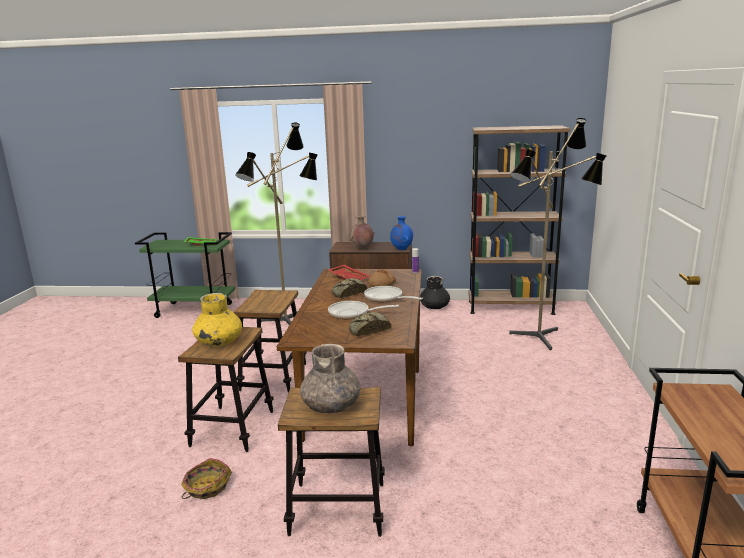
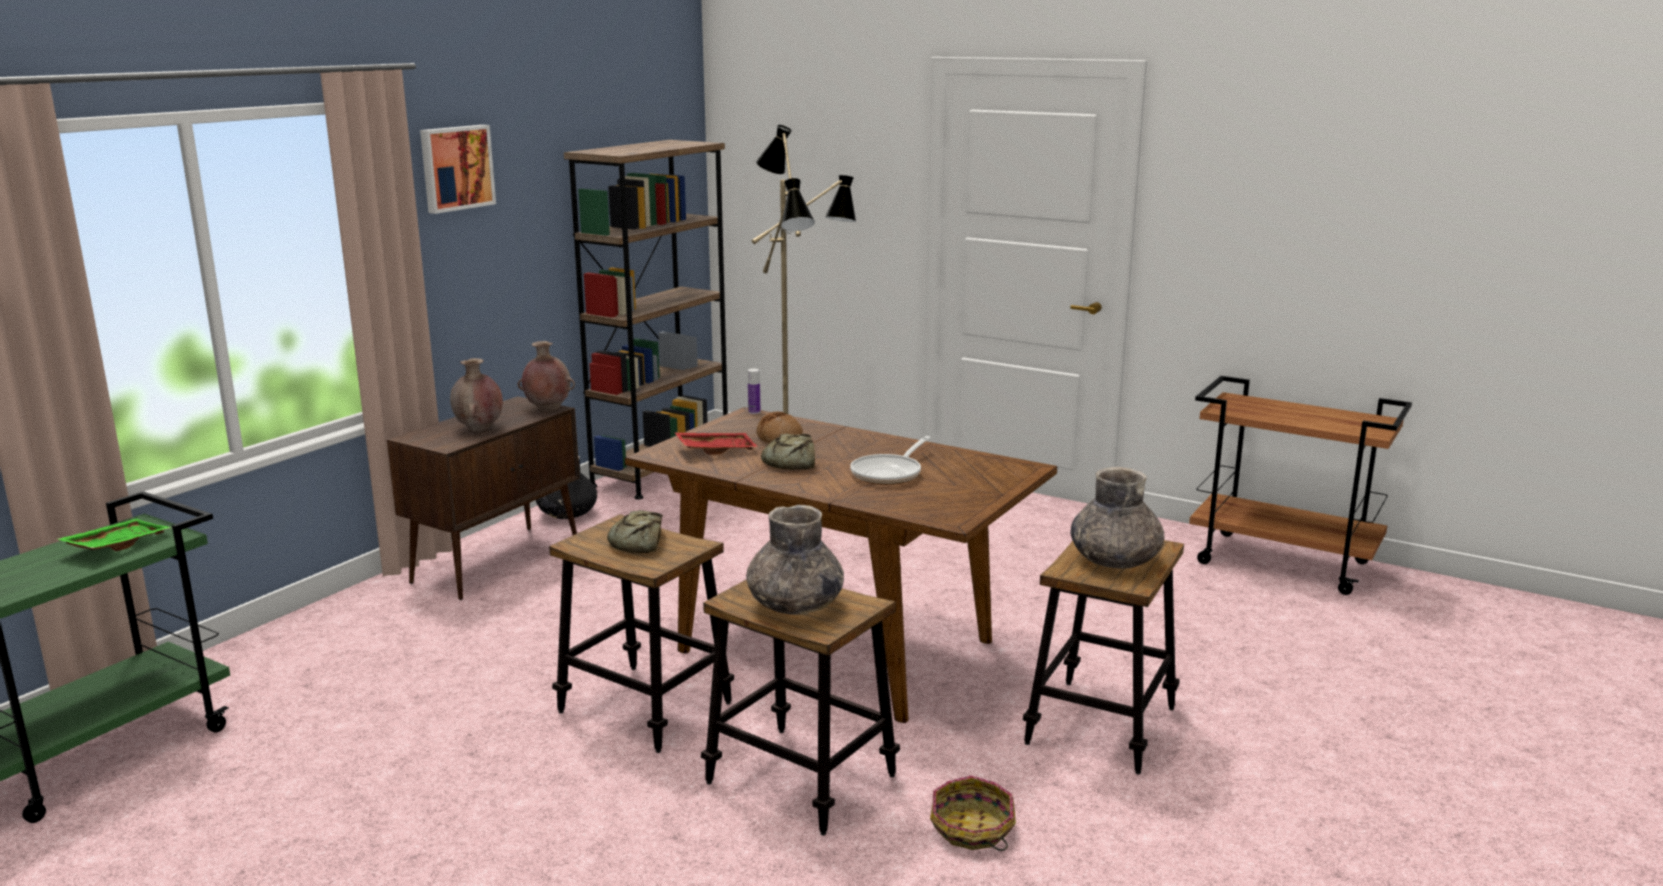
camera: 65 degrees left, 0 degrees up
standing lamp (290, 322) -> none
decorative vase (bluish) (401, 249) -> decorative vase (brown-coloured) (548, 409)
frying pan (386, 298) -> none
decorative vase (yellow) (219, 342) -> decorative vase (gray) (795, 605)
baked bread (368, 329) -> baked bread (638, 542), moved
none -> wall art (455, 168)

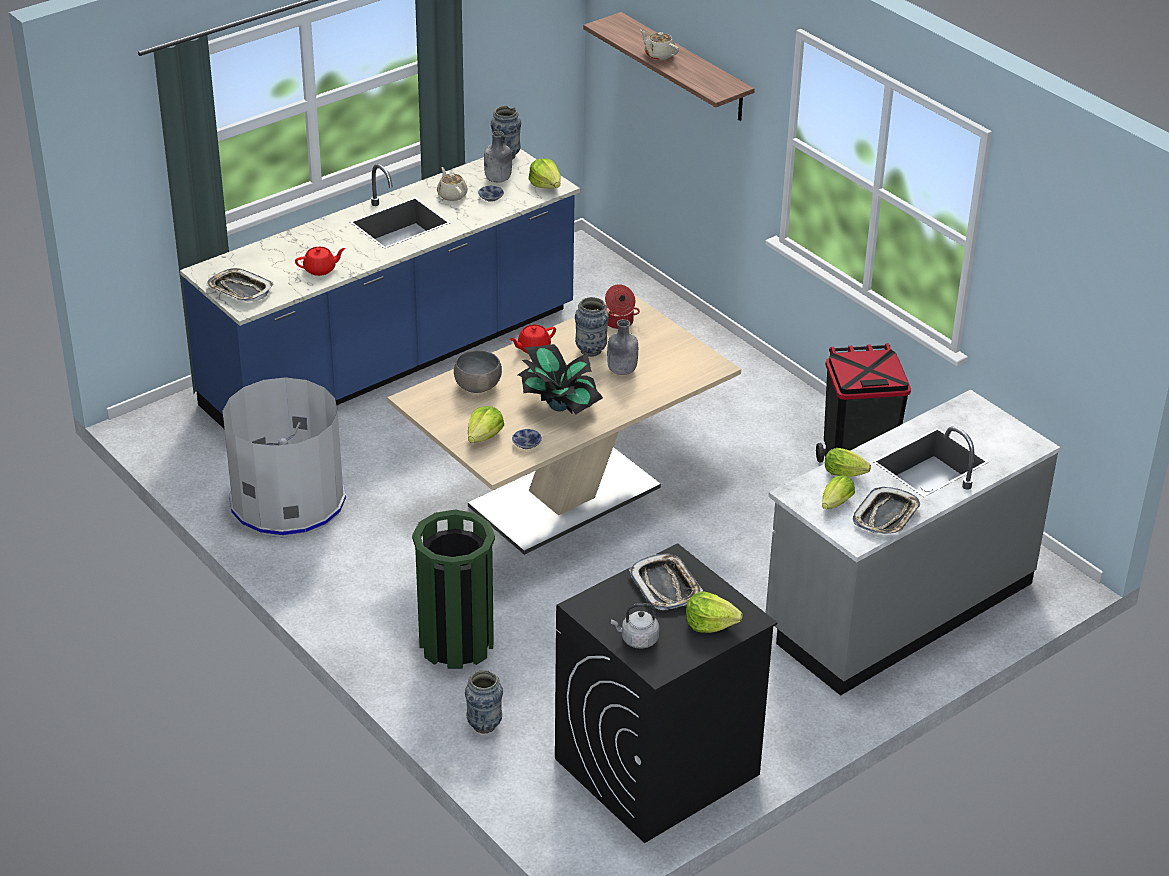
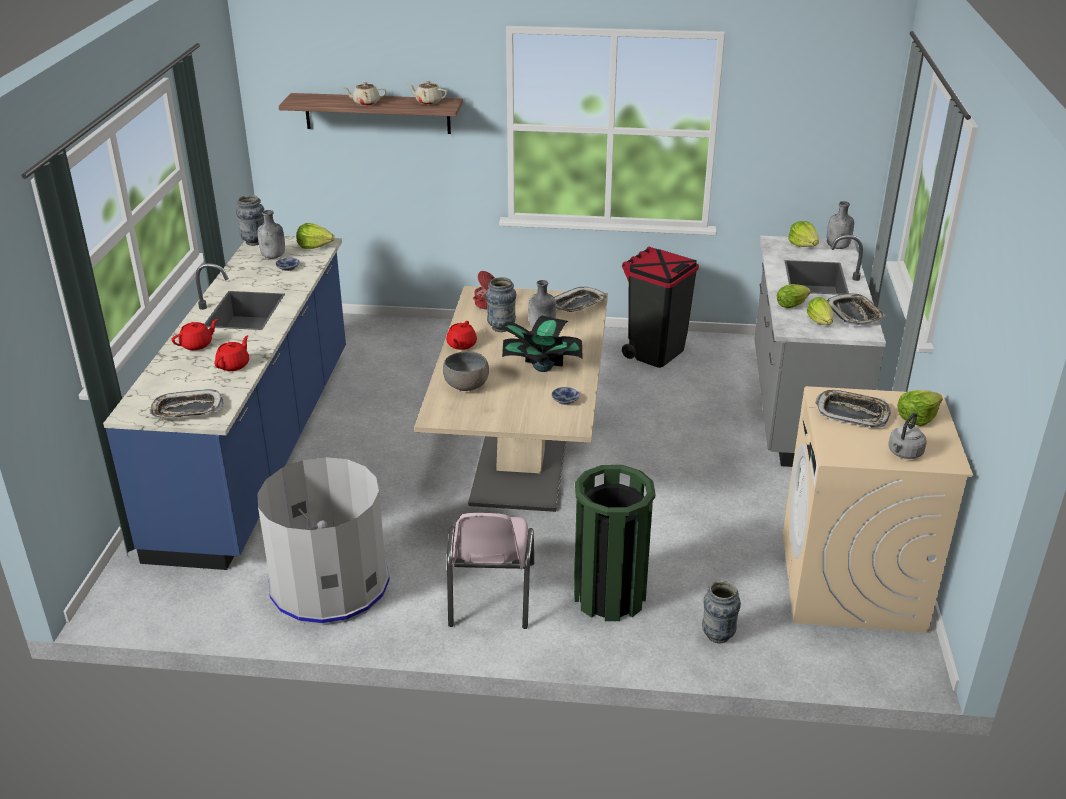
camera: 45 degrees left, 5 degrees down
teapot (sand-coloured) (452, 195) -> teapot (sand-coloured) (428, 102), moved
lettuce head (484, 436) -> lettuce head (803, 245), moved
laundry appliance (blackish) (656, 767) -> laundry appliance (sand-coloured) (851, 582)
none -> beverage bottle (gray) (838, 247)
none -> carrying tray (578, 304)
none -> teapot (reddish) (197, 344)
none -> chair (pink-coloured) (490, 594)

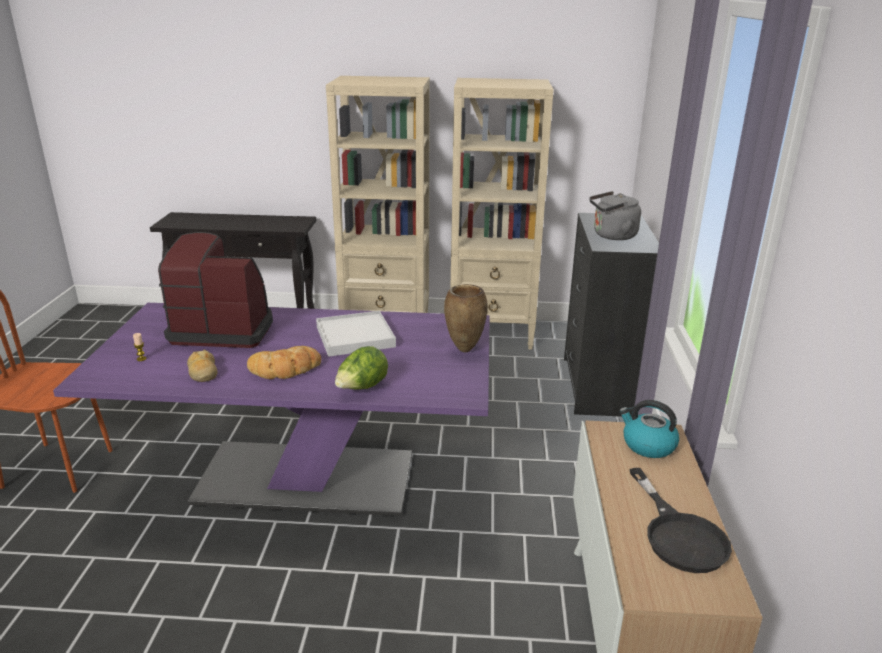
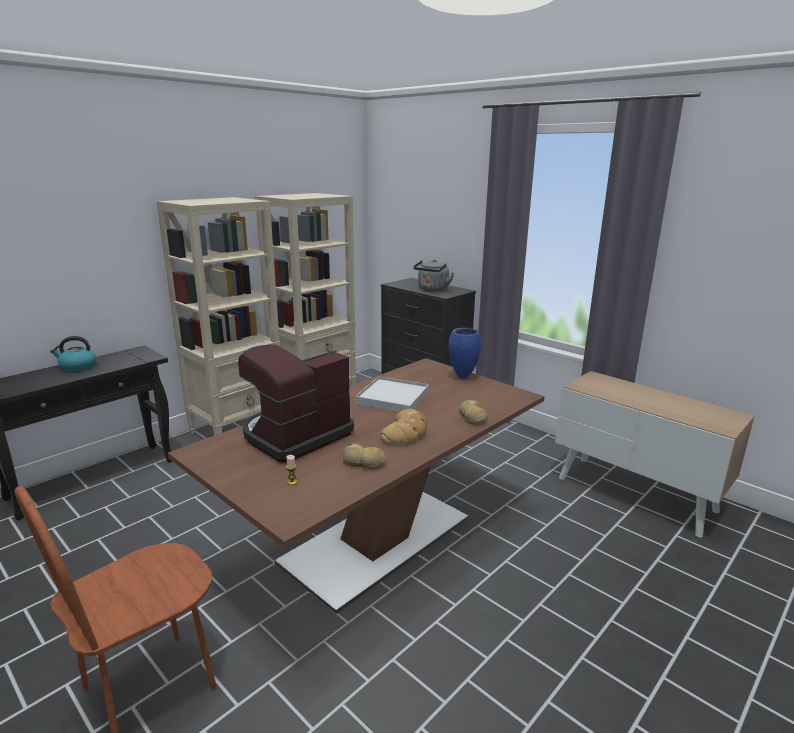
camera: 50 degrees left, 5 degrees down
decorative vase (brown-coloured) (463, 350) -> decorative vase (bluish) (462, 377)
dinner table (purplish) (306, 479) -> dinner table (brown-coloured) (377, 541)
lettuce head (362, 388) -> baked bread (472, 418)
water kettle (647, 445) -> water kettle (77, 367), moved
frying pan (blackish) (679, 534) -> none

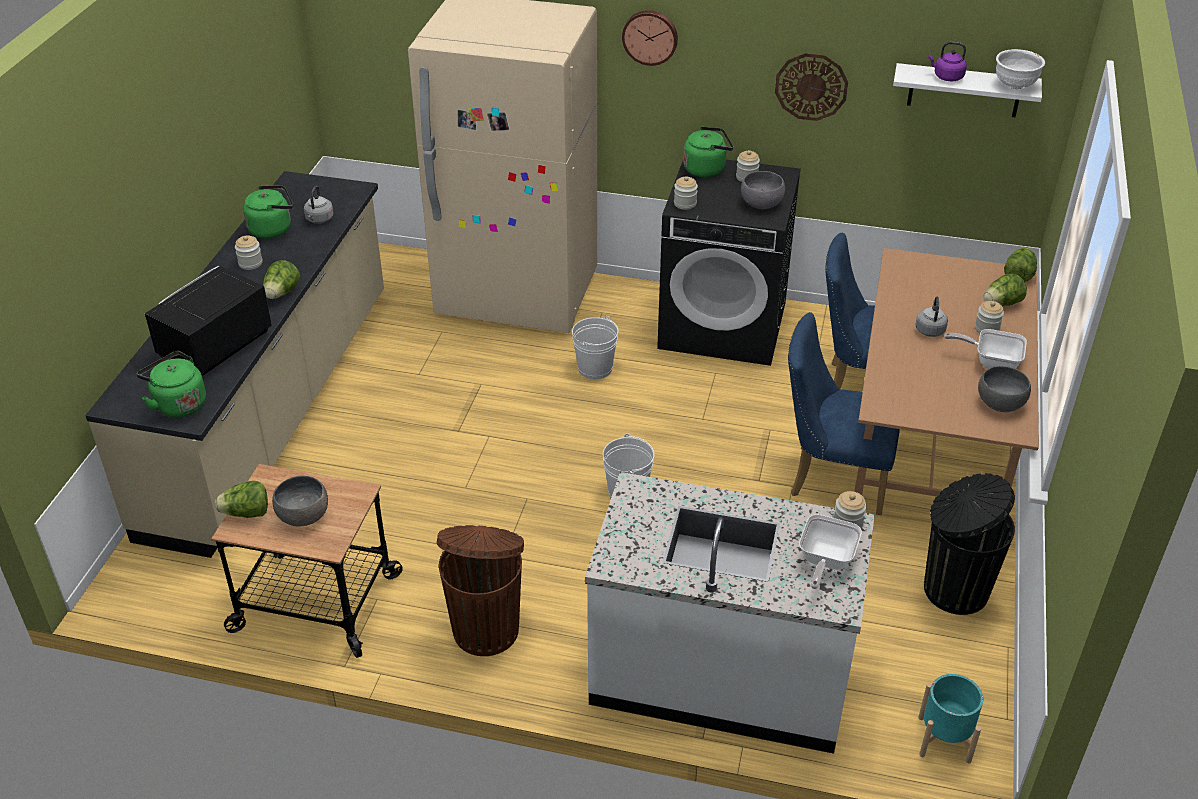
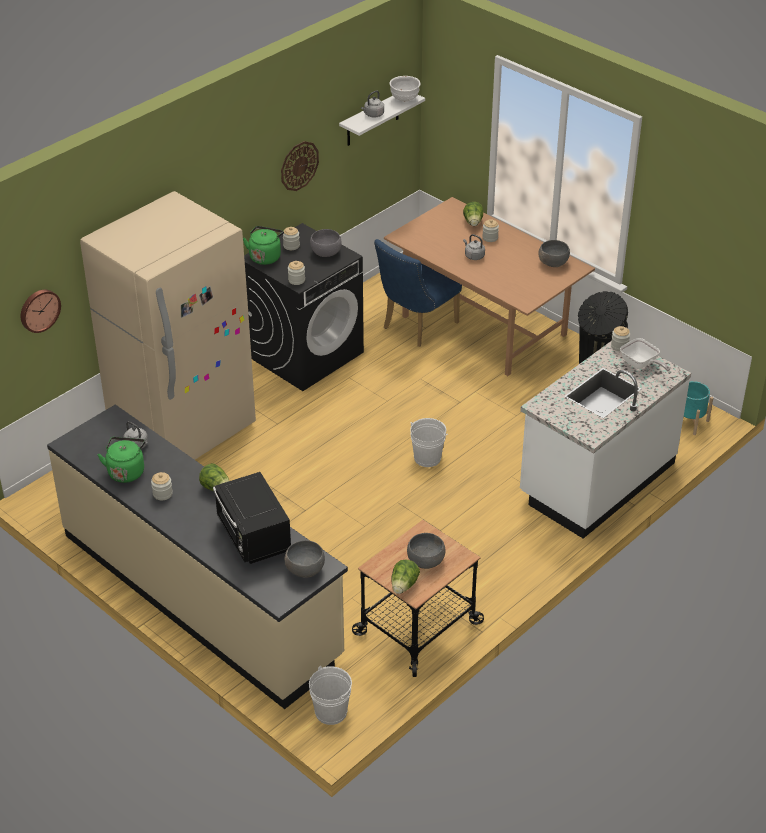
camera: 60 degrees left, 0 degrees up
hanging clock (650, 36) -> hanging clock (39, 310), moved
water kettle (purplish) (946, 77) -> water kettle (gray) (373, 115)
lettuce head (1018, 275) -> none
chair (bluish) (831, 477) -> none
bucket (whitish) (595, 368) -> bucket (whitish) (331, 712), moved
frying pan (991, 361) -> none
water kettle (greenish) (178, 404) -> serving bowl (gray) (305, 569)
rubbish bin (brown-coloured) (486, 628) -> none

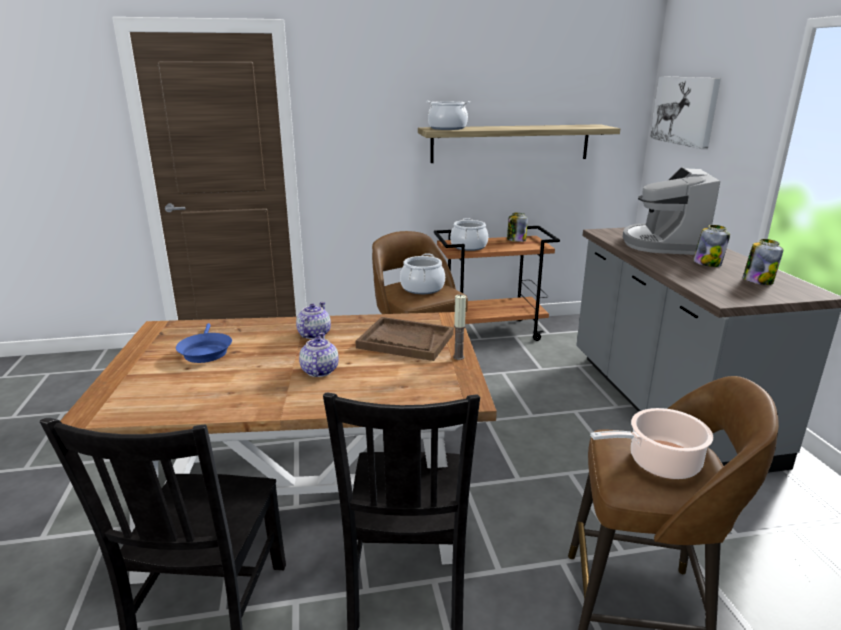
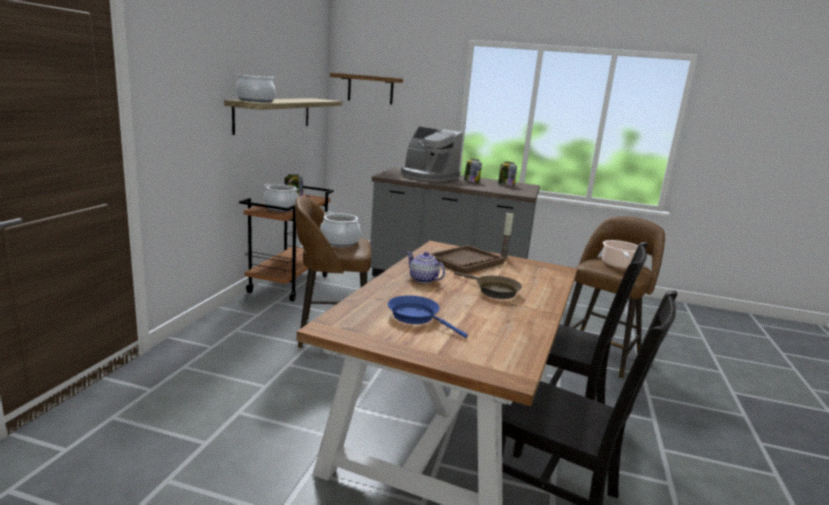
camera: 65 degrees left, 5 degrees down
wall art (685, 111) -> bracket shelf (370, 89)
frying pan (bluish) (205, 351) -> frying pan (bluish) (417, 317), 150 degrees counterclockwise
teapot (319, 371) -> frying pan (brown-coloured) (493, 291)

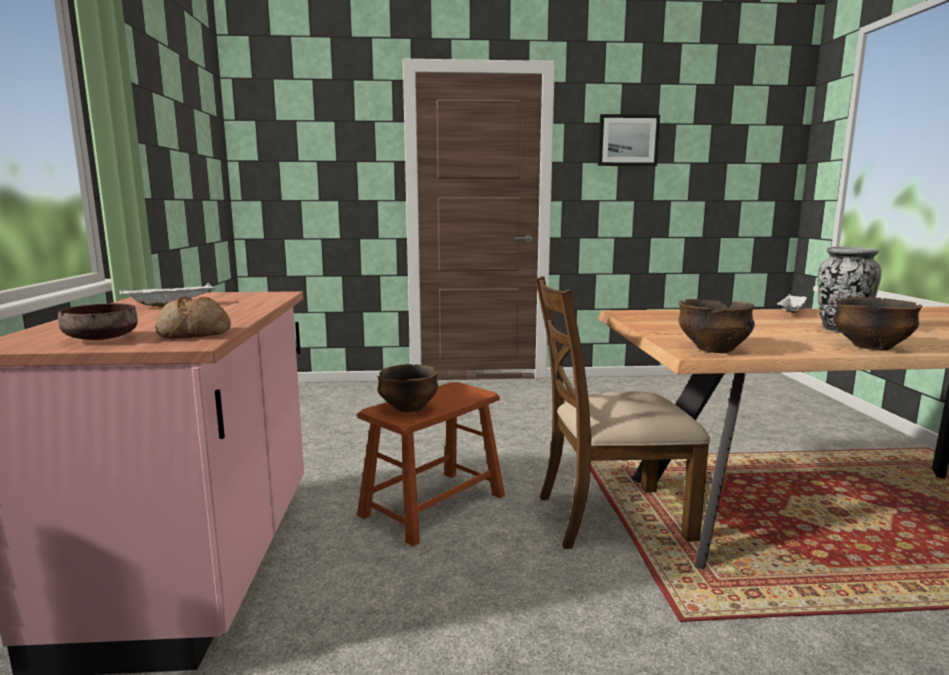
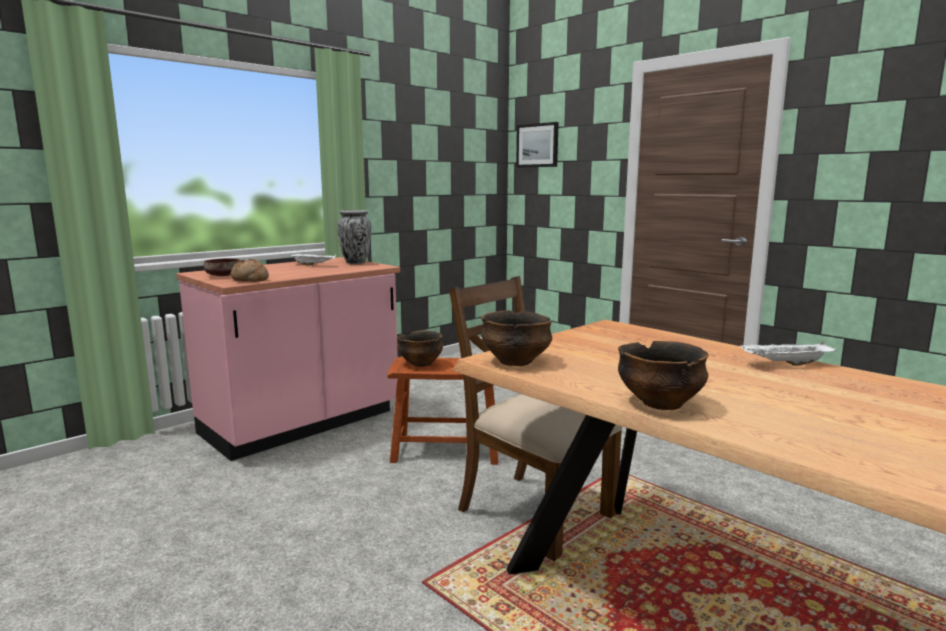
camera: 50 degrees right, 0 degrees up
wall art (628, 140) -> wall art (537, 145), moved
decorative vase (841, 330) -> decorative vase (355, 262), moved

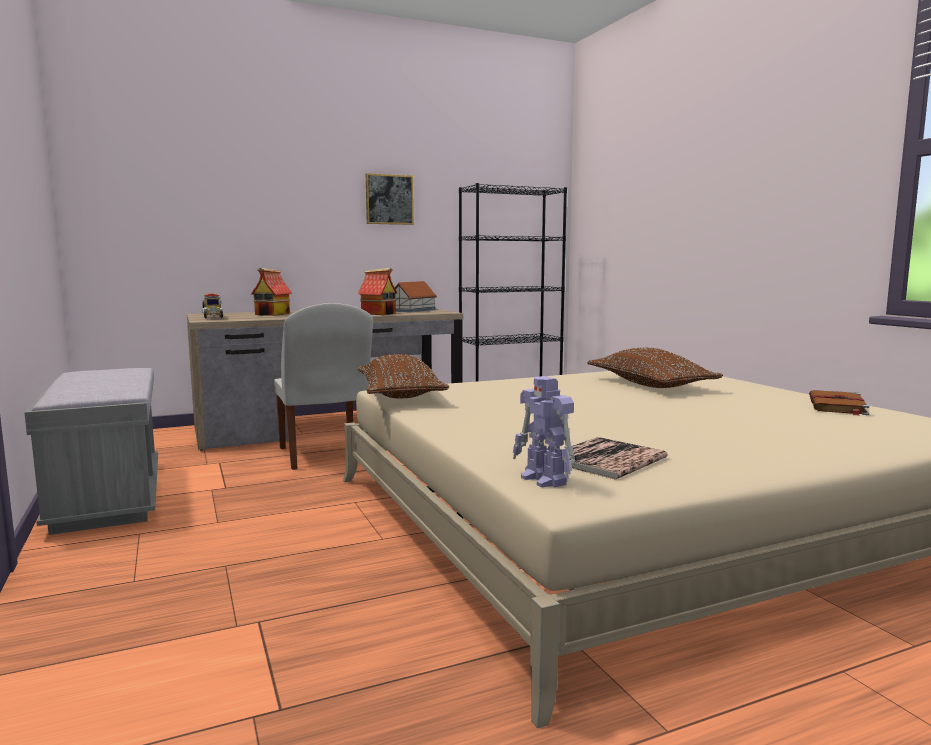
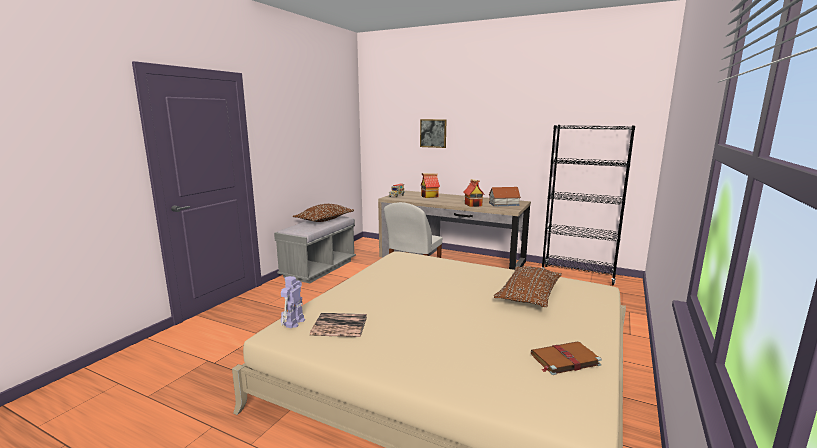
camera: 50 degrees right, 5 degrees up
wall art (389, 199) -> wall art (433, 133), moved
cushion (brown-coloured) (399, 395) -> cushion (brown-coloured) (324, 220), moved

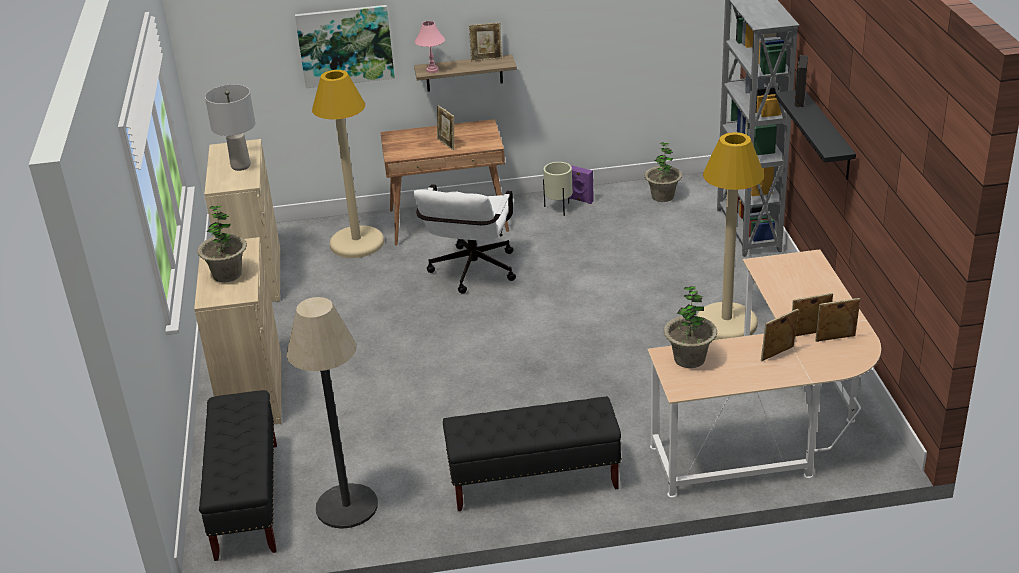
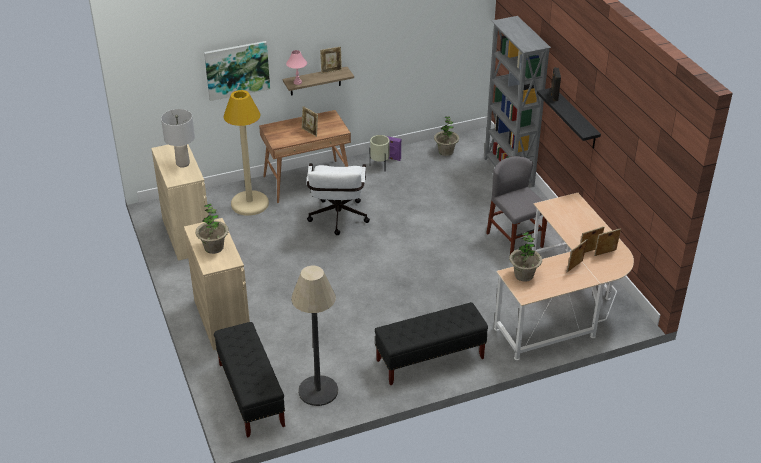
camera: 15 degrees left, 5 degrees up
standing lamp (sand-coloured) (726, 323) -> chair (gray) (514, 240)

